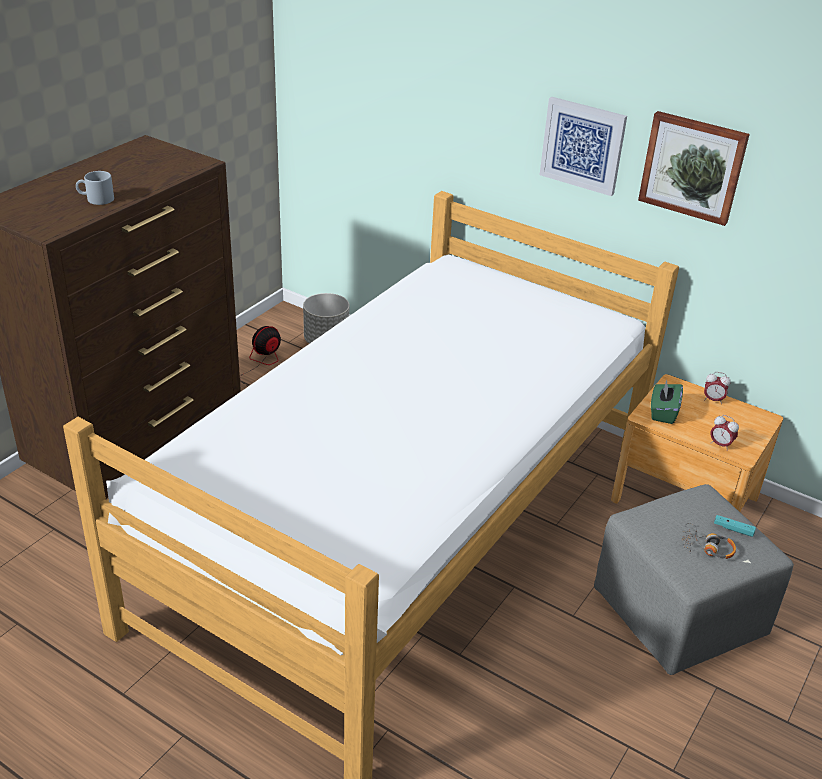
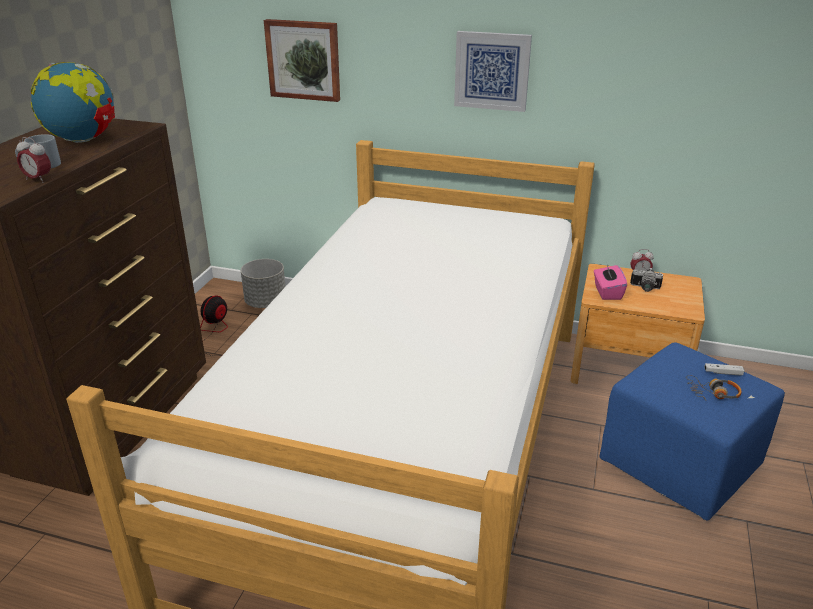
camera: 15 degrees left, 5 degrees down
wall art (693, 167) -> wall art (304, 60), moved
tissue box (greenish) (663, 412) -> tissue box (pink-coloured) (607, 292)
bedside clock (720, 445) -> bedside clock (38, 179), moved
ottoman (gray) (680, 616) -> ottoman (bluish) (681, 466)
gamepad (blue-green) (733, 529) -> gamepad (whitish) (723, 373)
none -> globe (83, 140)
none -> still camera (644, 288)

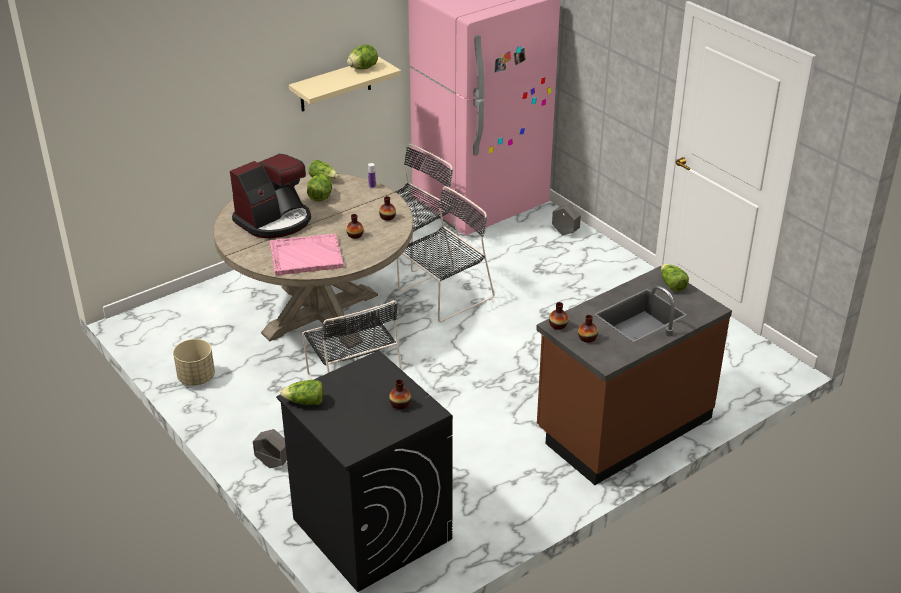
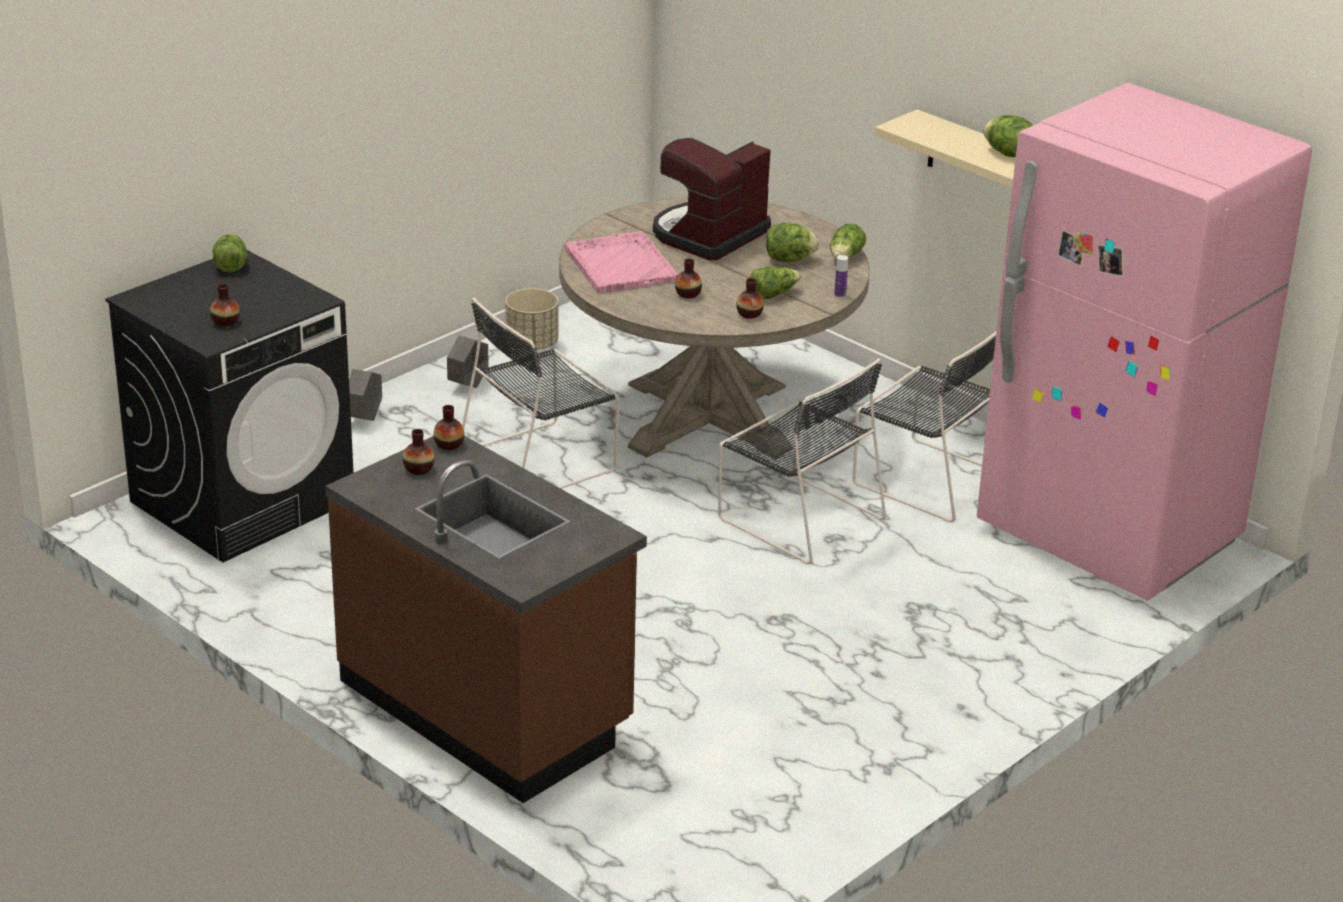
camera: 80 degrees right, 5 degrees down
coffee maker (274, 220) -> coffee maker (708, 235), 90 degrees clockwise
flower pot (gray) (565, 232) -> flower pot (gray) (468, 385), moved
lettuce head (672, 285) -> lettuce head (773, 294), moved

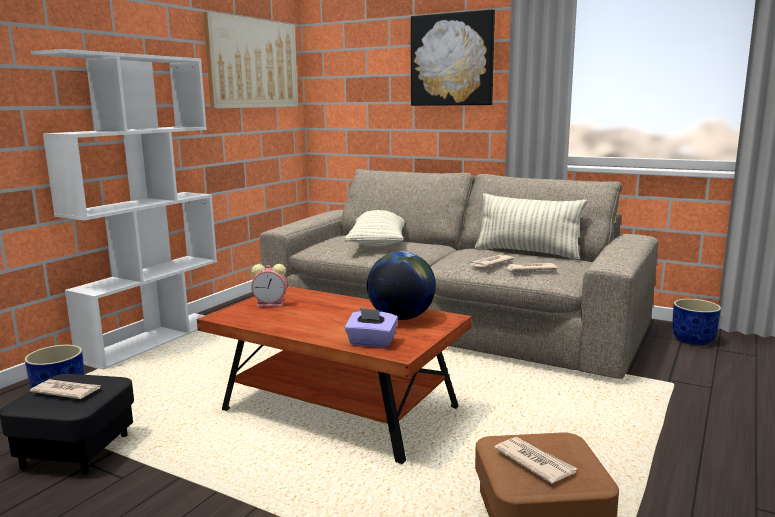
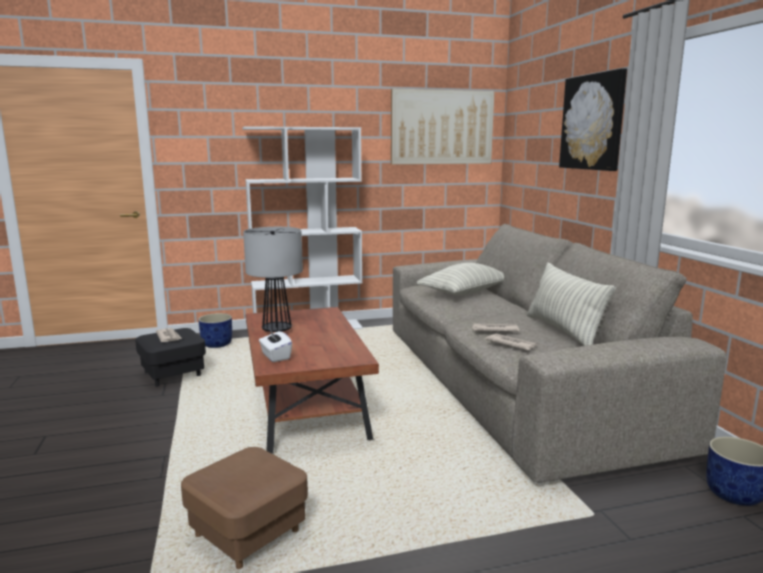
camera: 45 degrees right, 0 degrees up
globe (401, 317) -> none
bedside clock (271, 304) -> none
tissue box (purplish) (371, 342) -> tissue box (whitish) (275, 356)
printed paper (534, 462) -> none
none -> tabletop lamp (277, 331)

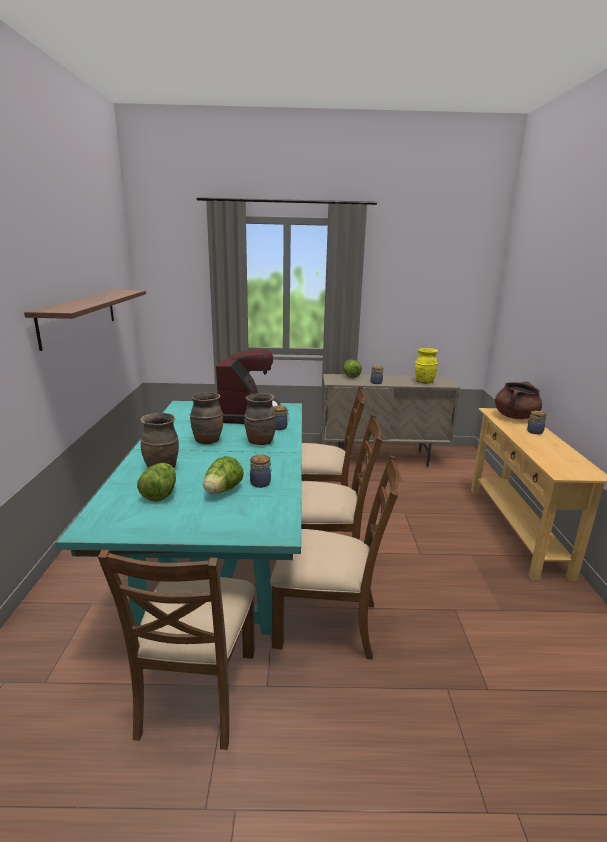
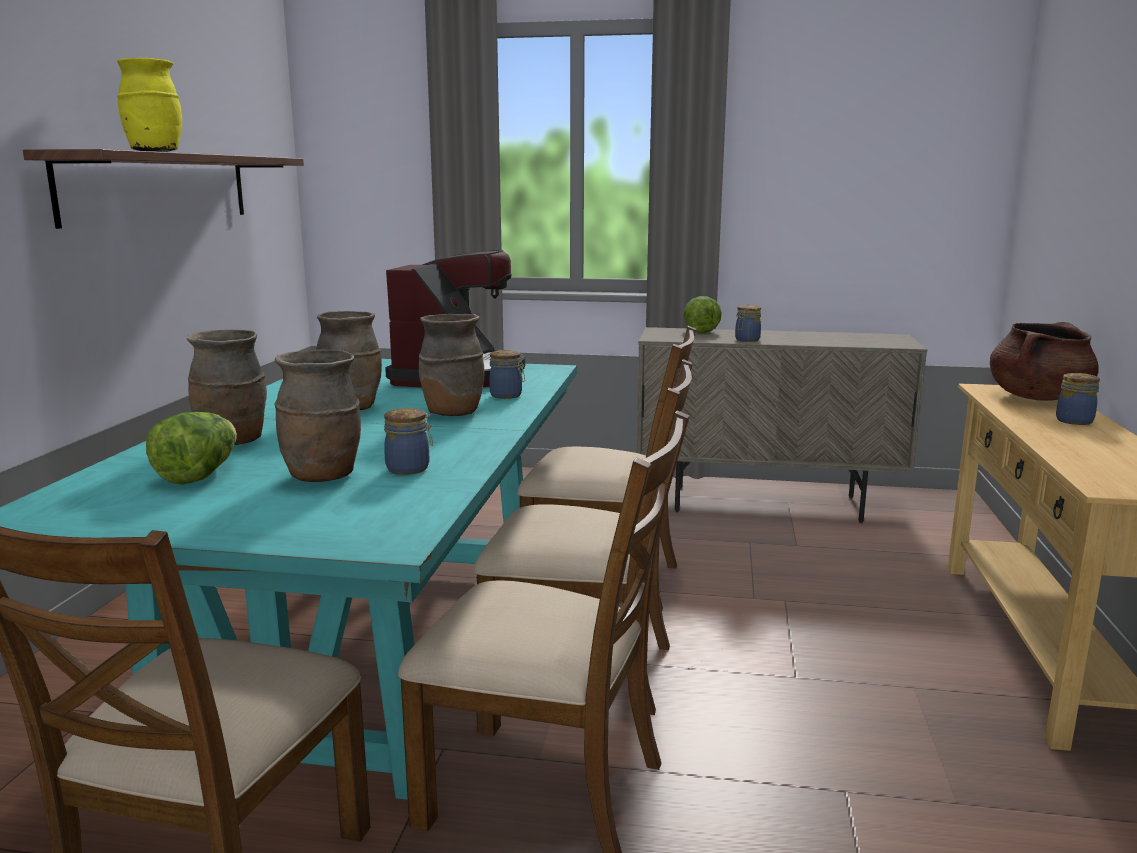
camera: 10 degrees right, 5 degrees down
decorative vase (yellow) (424, 382) -> decorative vase (yellow) (154, 152), moved
lettuce head (222, 491) -> decorative vase (brown-coloured) (323, 476)

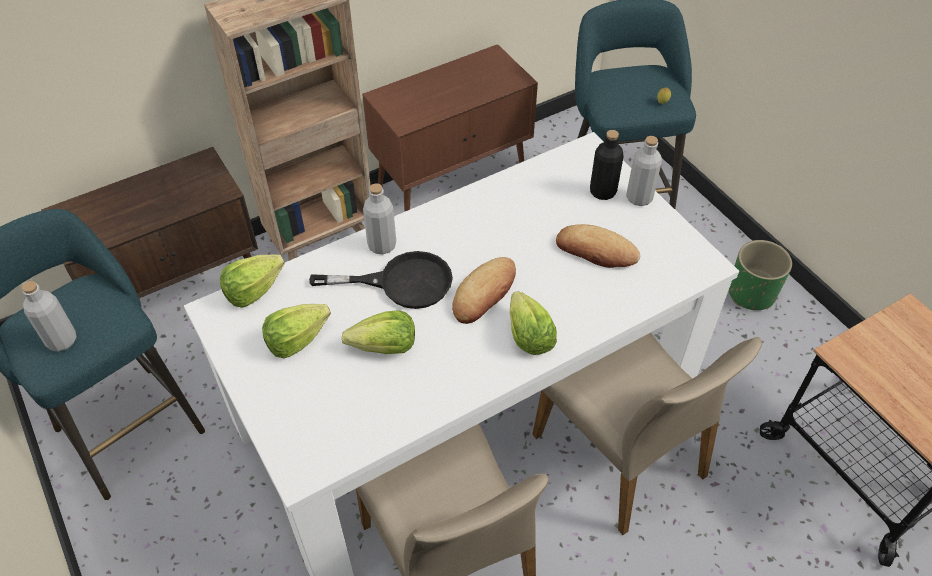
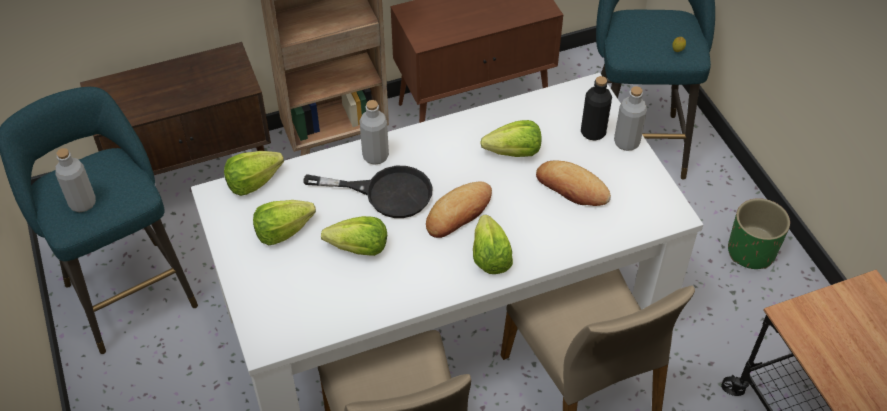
camera: 10 degrees right, 0 degrees up
none -> lettuce head (514, 152)

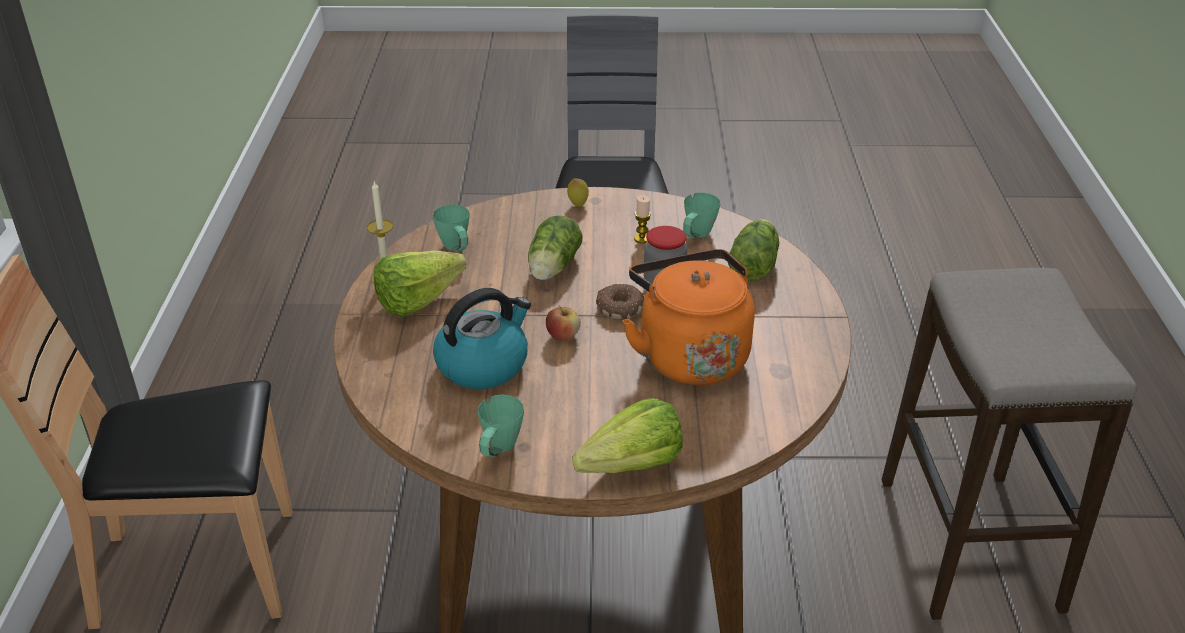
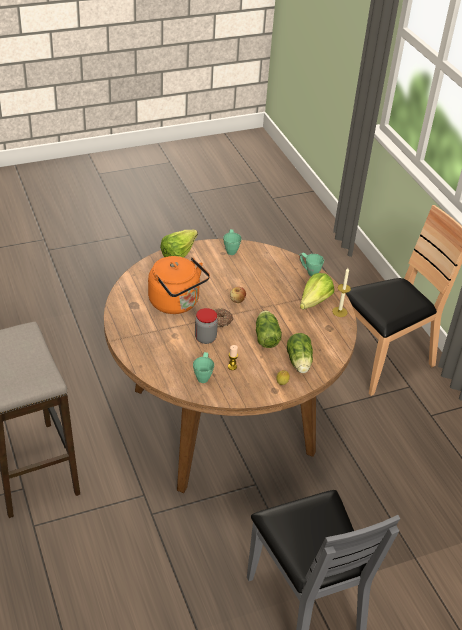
camera: 155 degrees right, 5 degrees up
tea mug (greenish) (456, 249) -> tea mug (greenish) (309, 271), moved
lettuce head (754, 264) -> lettuce head (299, 363), moved
water kettle (483, 364) -> none

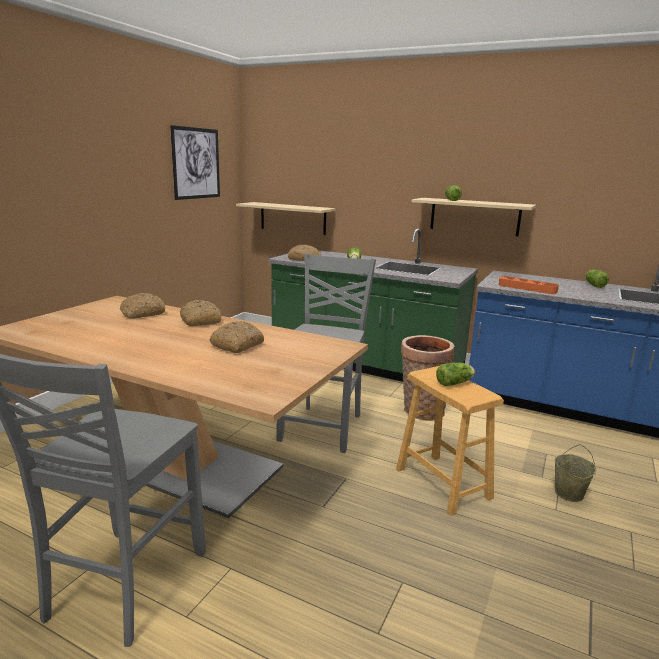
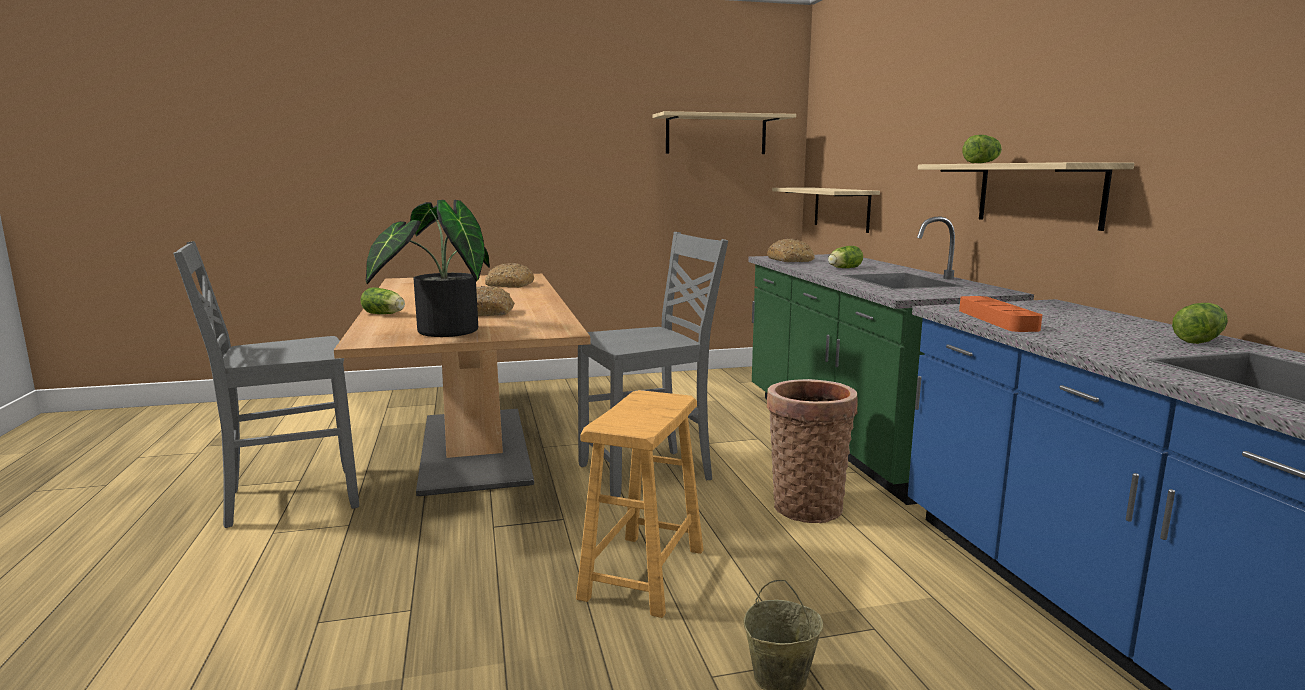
camera: 50 degrees right, 5 degrees down
wall art (196, 163) -> bracket shelf (716, 134)
baked bread (199, 321) -> none
lettuce head (455, 383) -> lettuce head (385, 314), moved
none -> plant in a pot (440, 331)

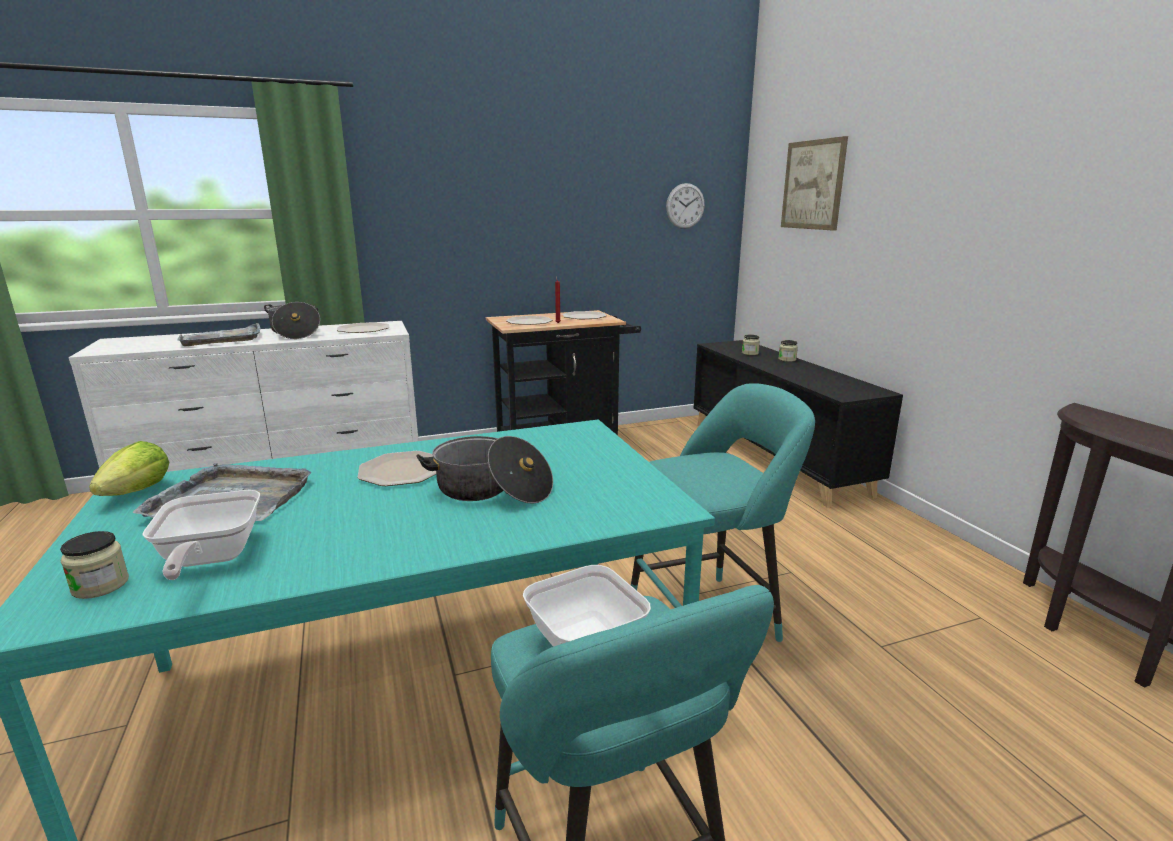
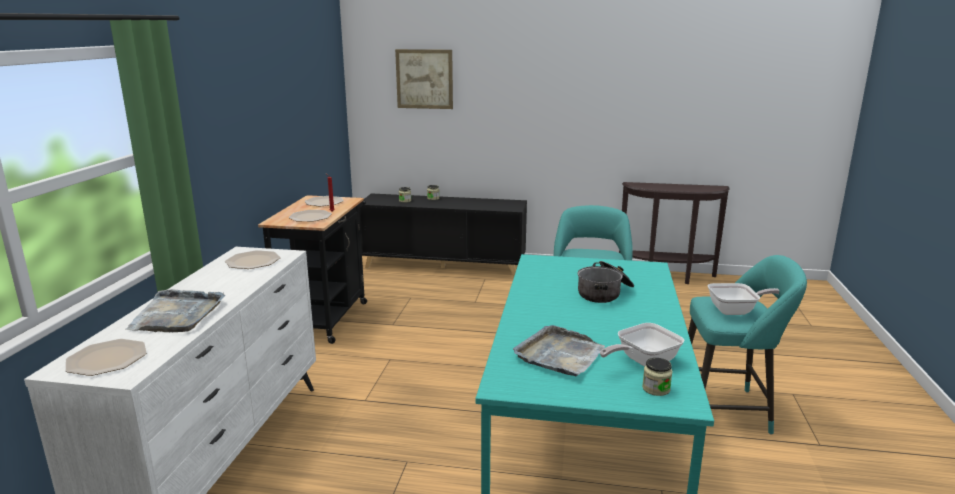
camera: 60 degrees left, 0 degrees up
hanging clock (685, 206) -> none
stockpot (295, 332) -> none
lettuce head (138, 491) -> none
flat dish (402, 471) -> flat dish (107, 359), moved
frying pan (209, 560) -> frying pan (642, 362), 135 degrees clockwise

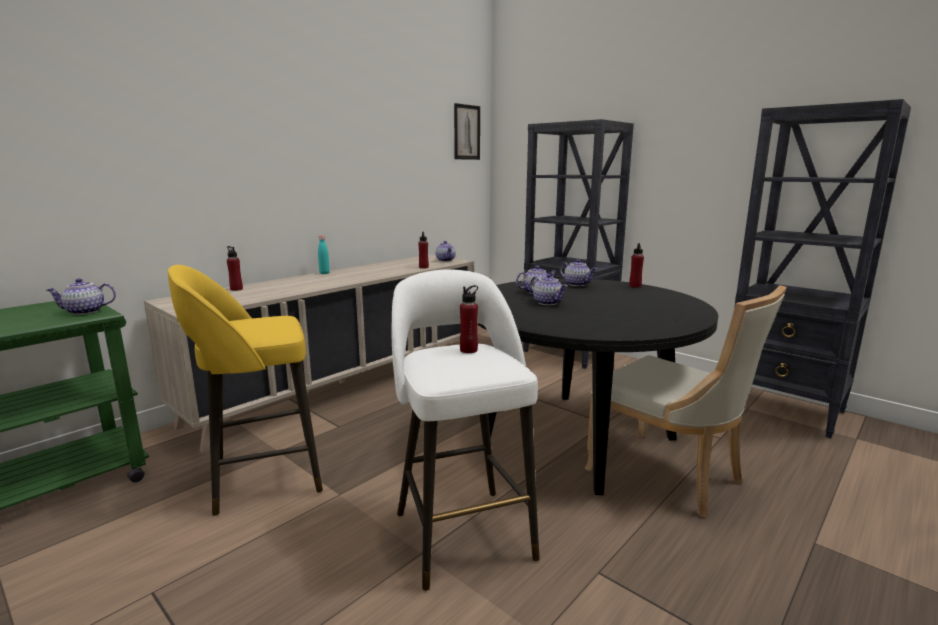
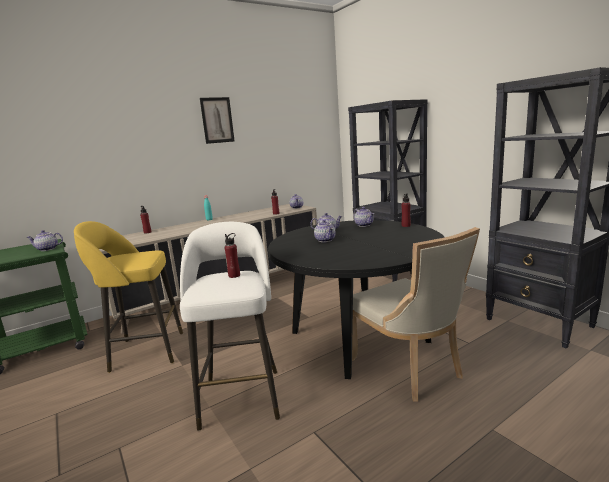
camera: 15 degrees right, 0 degrees up
wall art (467, 132) -> wall art (217, 120), moved

